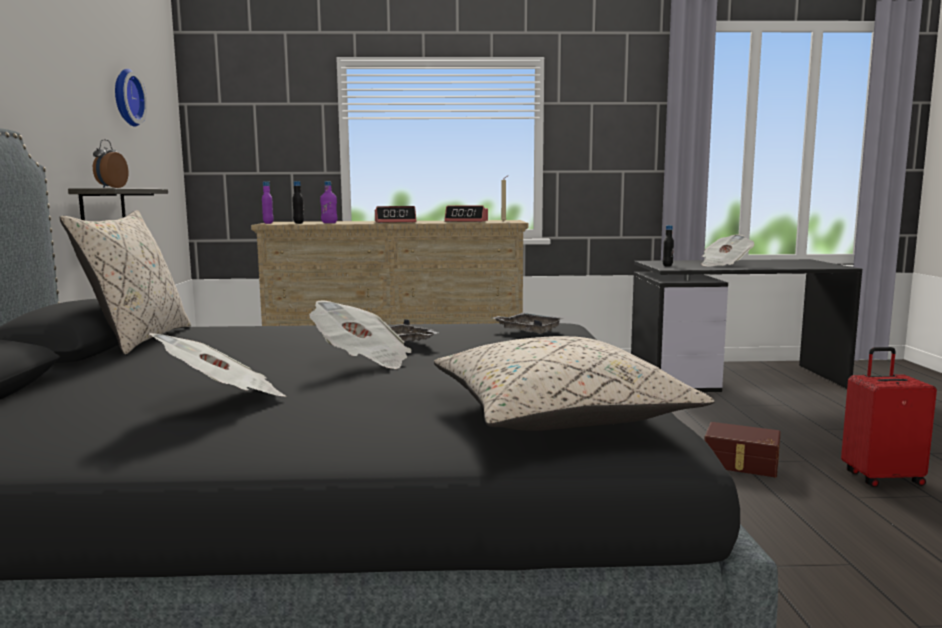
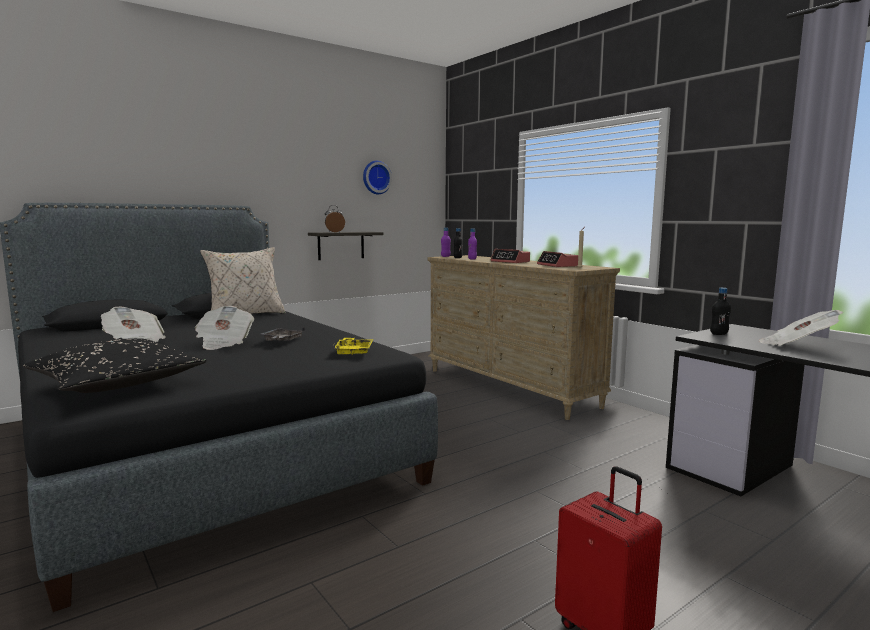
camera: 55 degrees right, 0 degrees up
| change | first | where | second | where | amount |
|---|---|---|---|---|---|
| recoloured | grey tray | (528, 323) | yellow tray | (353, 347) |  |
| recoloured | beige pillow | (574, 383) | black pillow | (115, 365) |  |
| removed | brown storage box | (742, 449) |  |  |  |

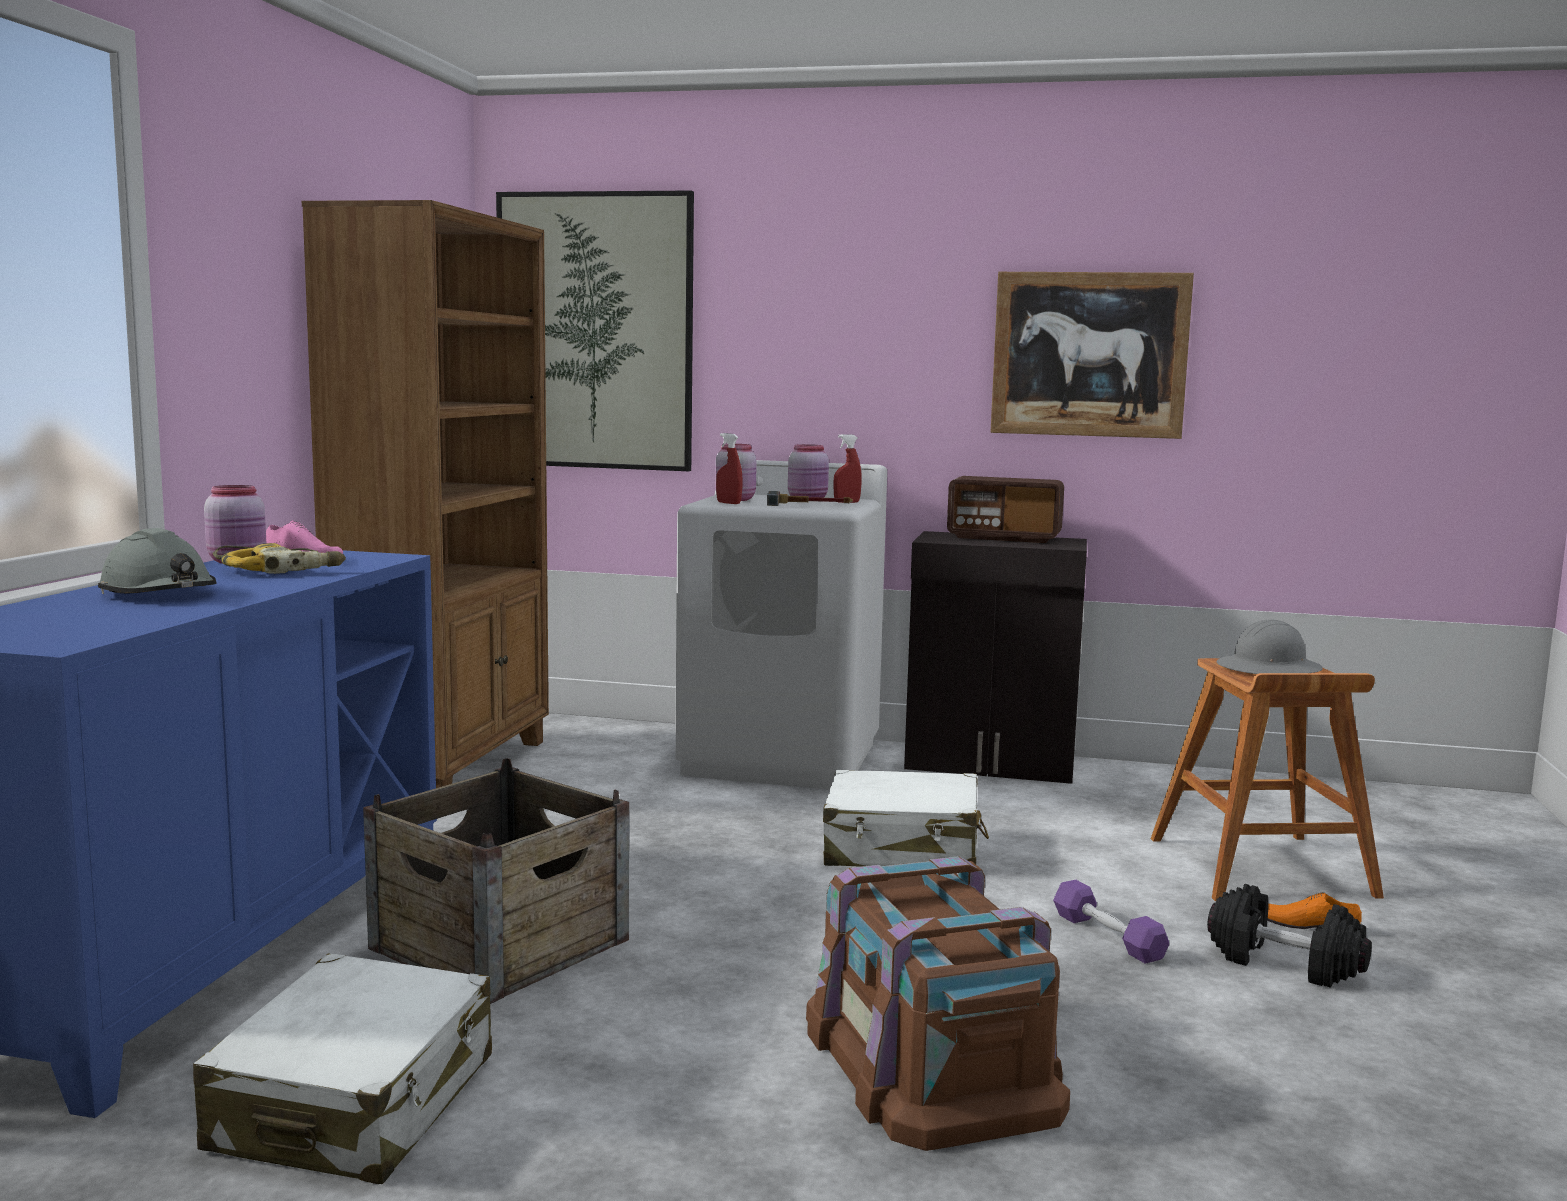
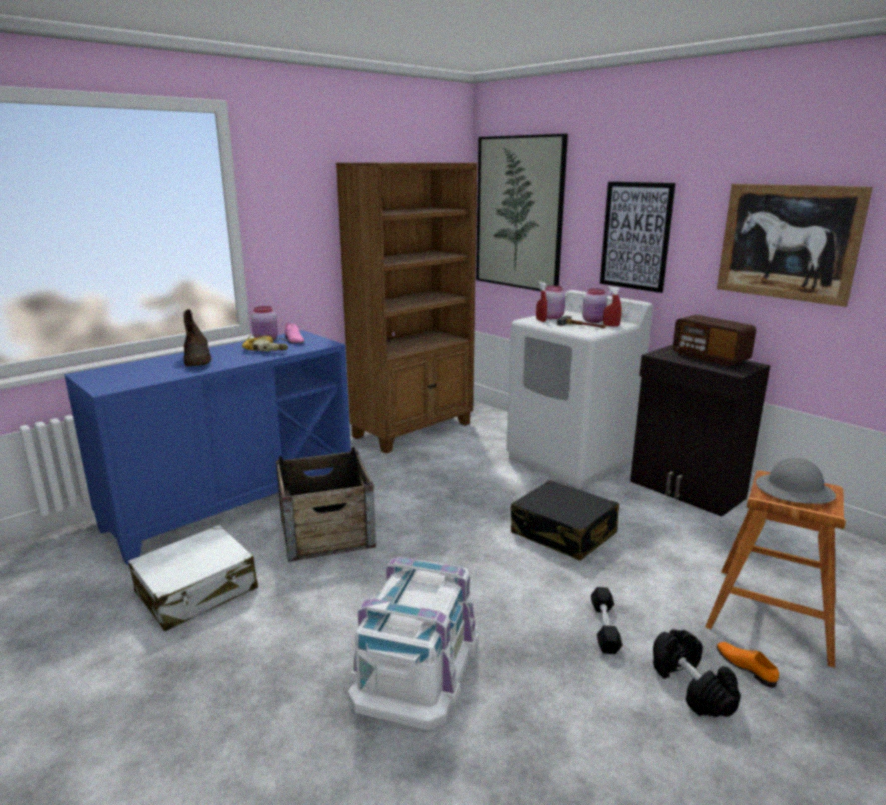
camera: 35 degrees right, 10 degrees up
| change | first | where | second | where | amount |
|---|---|---|---|---|---|
| replaced | grey hard hat | (157, 561) | brown boot | (197, 338) |  |
| recoloured | white suitcase | (906, 818) | black suitcase | (565, 520) |  |
| recoloured | brown storage box | (938, 1003) | white storage box | (413, 643) |  |
| recoloured | purple dumbbell | (1111, 921) | black dumbbell | (607, 620) |  |
| added |  |  | picture | (637, 237) |  |

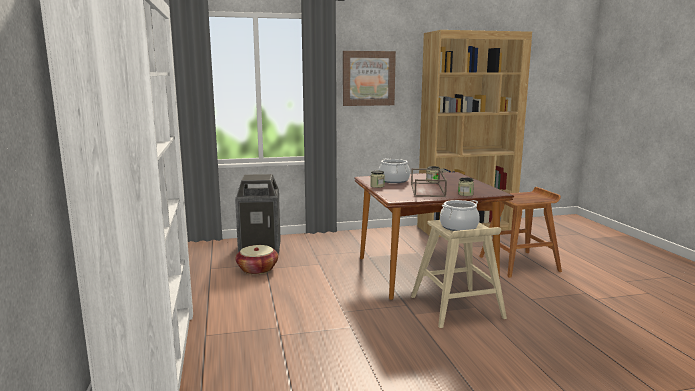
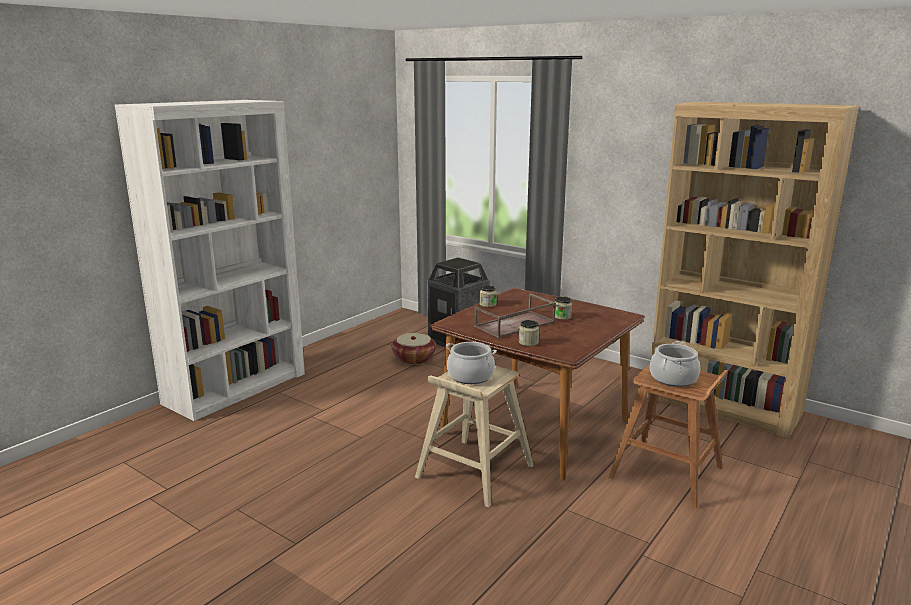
camera: 50 degrees right, 5 degrees up
| change | first | where | second | where | amount |
|---|---|---|---|---|---|
| removed | picture | (369, 78) |  |  |  |
| moved | cooking pot | (394, 170) |  | (675, 364) |  |

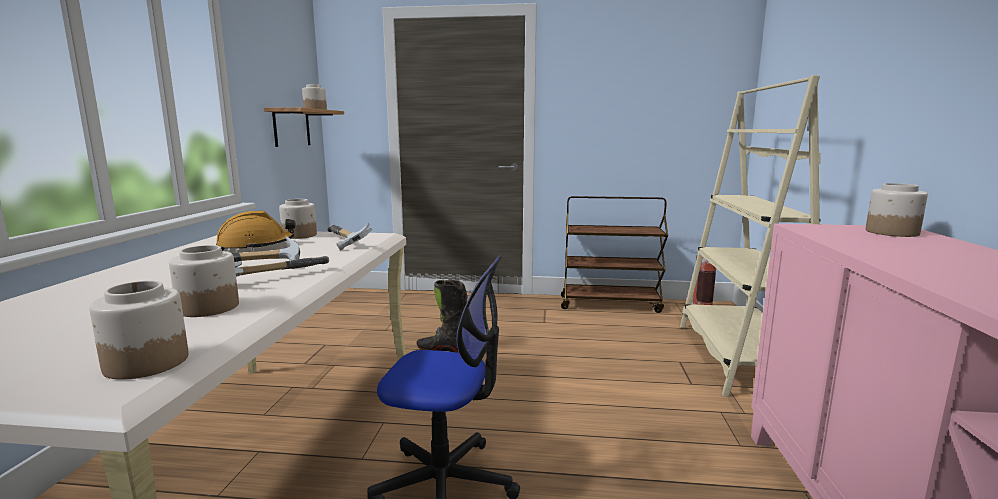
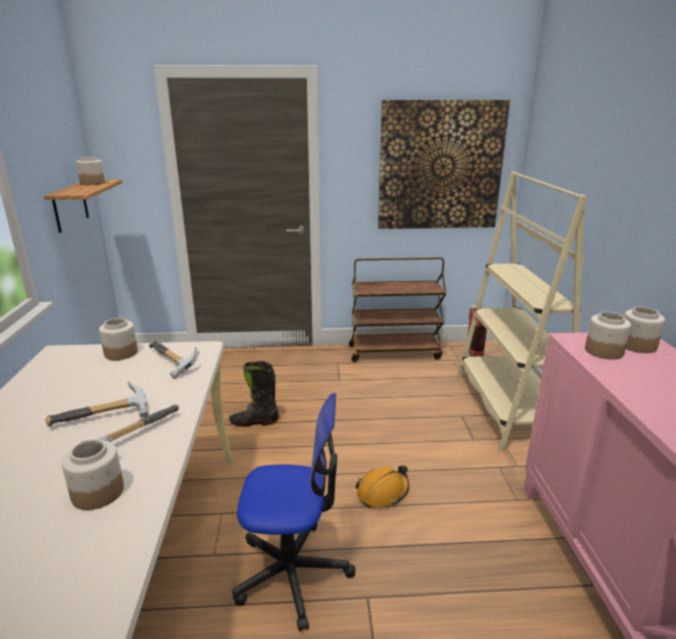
camera: 10 degrees left, 10 degrees up
| change | first | where | second | where | amount |
|---|---|---|---|---|---|
| moved | orange hard hat | (255, 231) |  | (382, 486) |  |
| moved | jar | (139, 330) |  | (608, 336) |  |
| added |  |  | picture | (444, 164) |  |

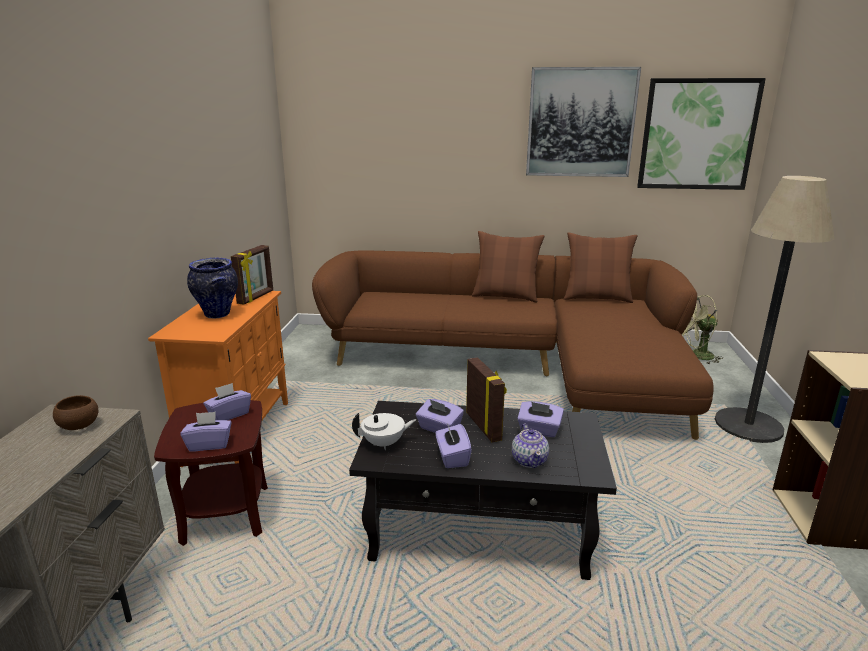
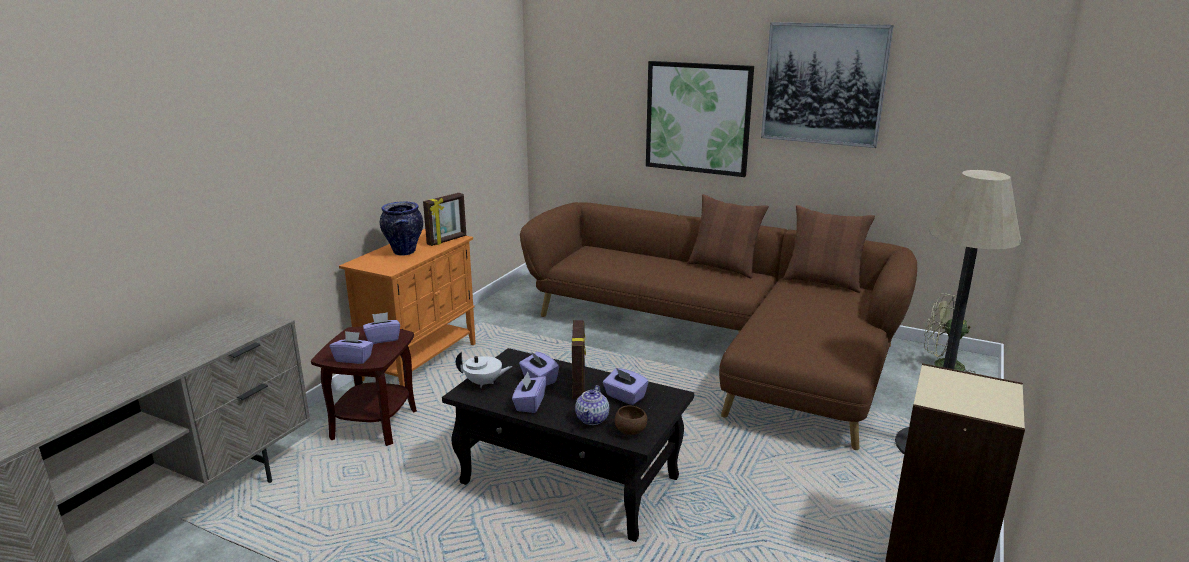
camera: 20 degrees right, 0 degrees up
| change | first | where | second | where | amount |
|---|---|---|---|---|---|
| moved | picture | (701, 134) |  | (700, 119) |  |
| moved | brown bowl | (75, 412) |  | (631, 420) |  |

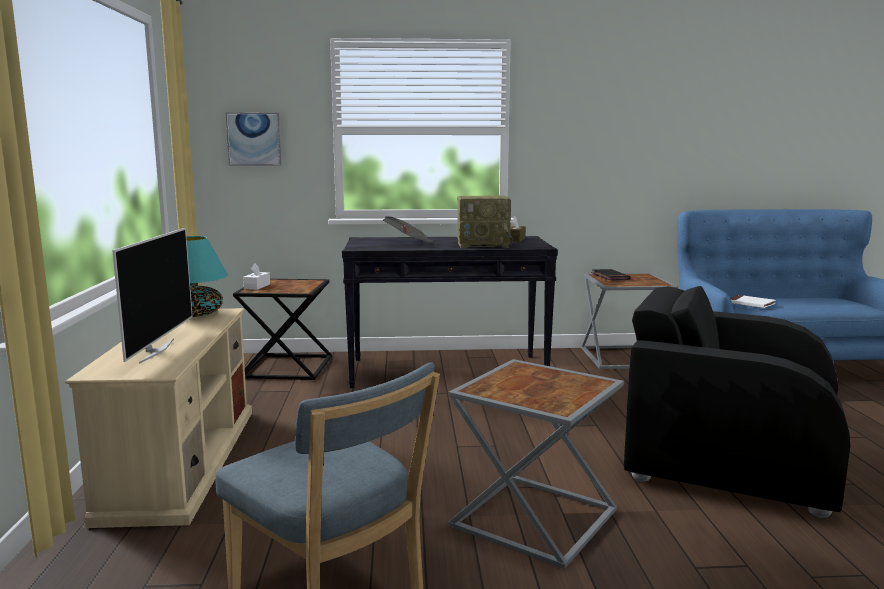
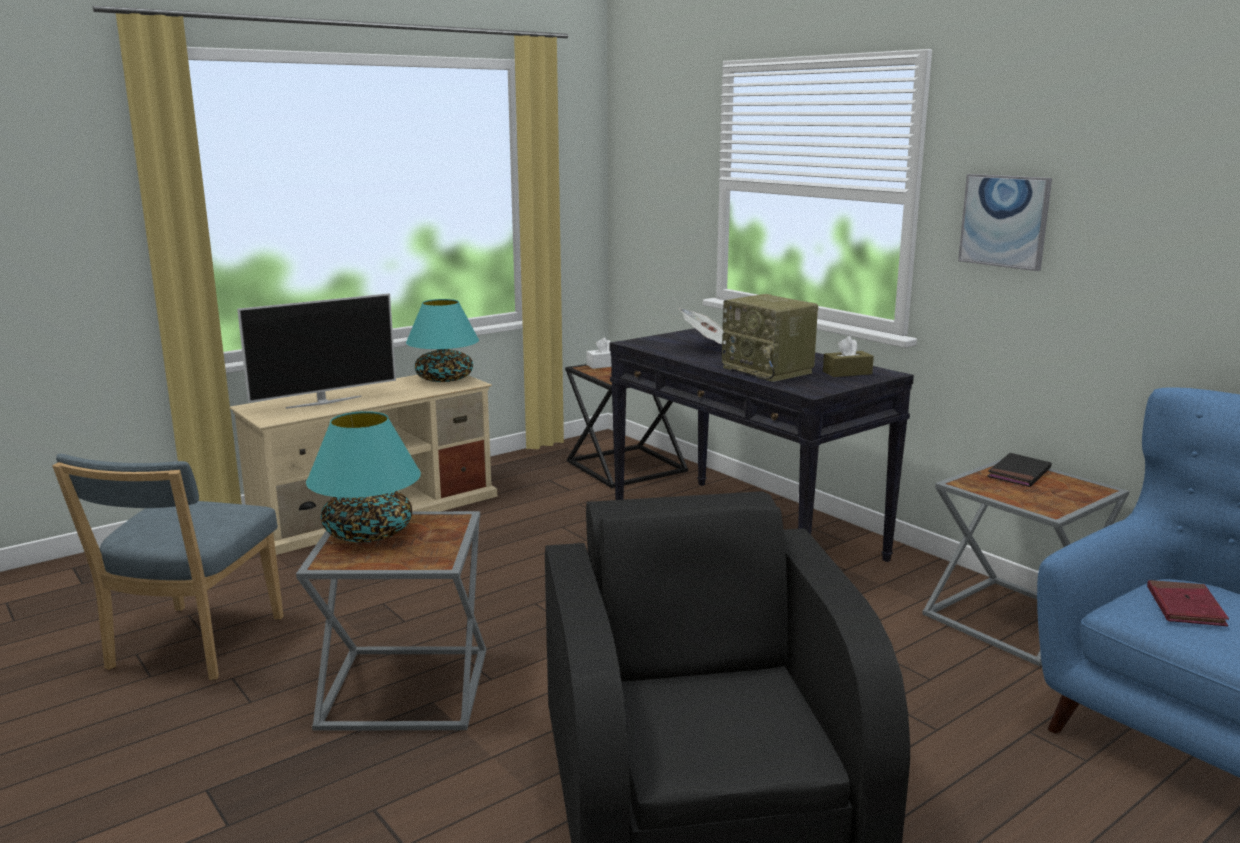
camera: 55 degrees right, 5 degrees up
| change | first | where | second | where | amount |
|---|---|---|---|---|---|
| moved | picture | (254, 139) |  | (1005, 222) |  |
| recoloured | white book | (753, 301) | red book | (1188, 603) |  |
| added |  |  | turquoise table lamp | (363, 476) |  |

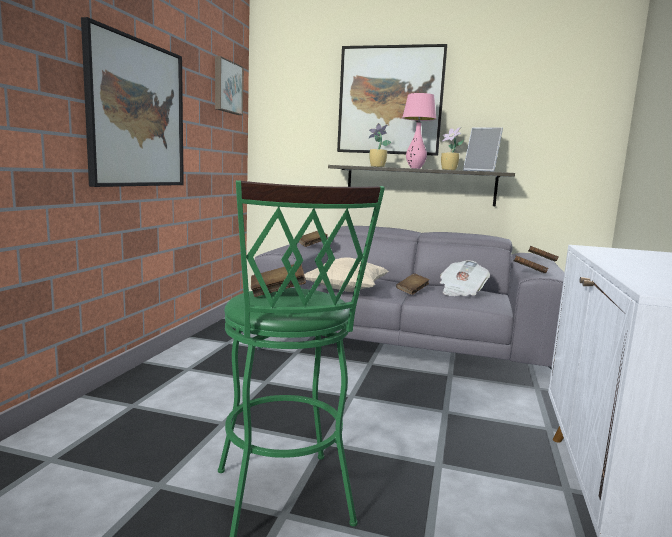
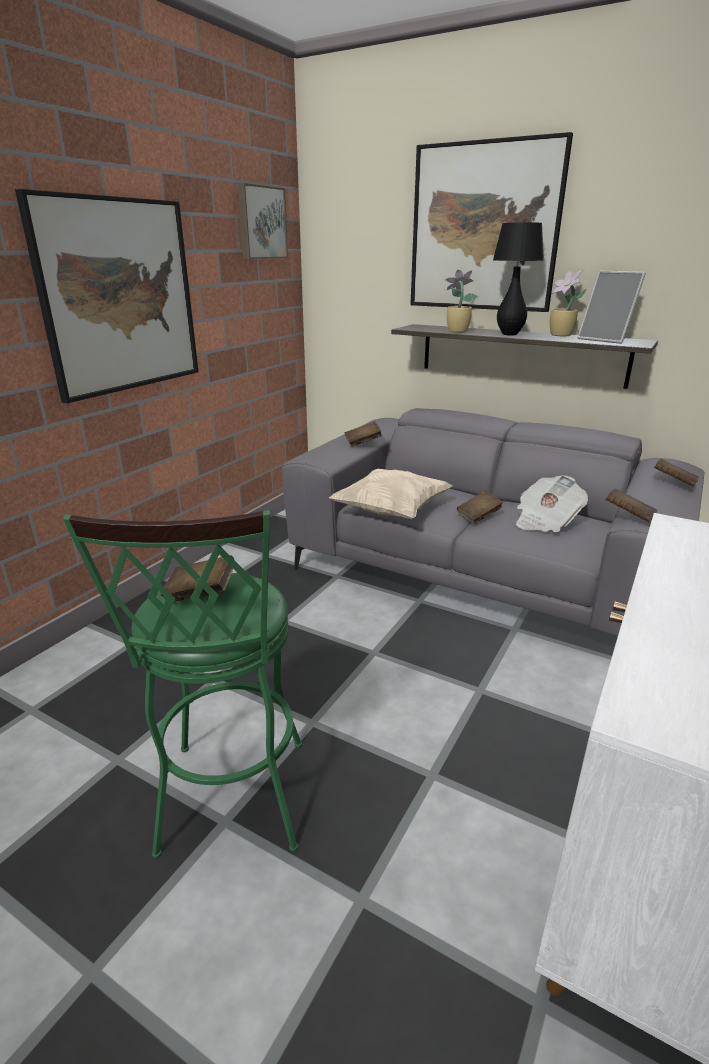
camera: 15 degrees right, 15 degrees up
| change | first | where | second | where | amount |
|---|---|---|---|---|---|
| recoloured | pink table lamp | (419, 131) | black table lamp | (518, 279) |  |

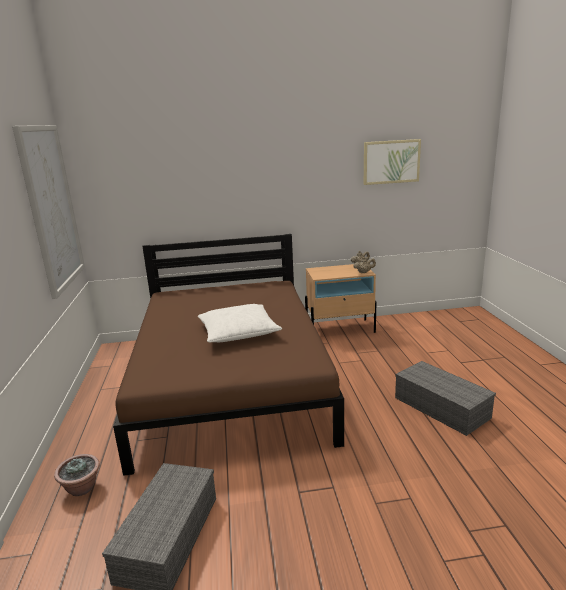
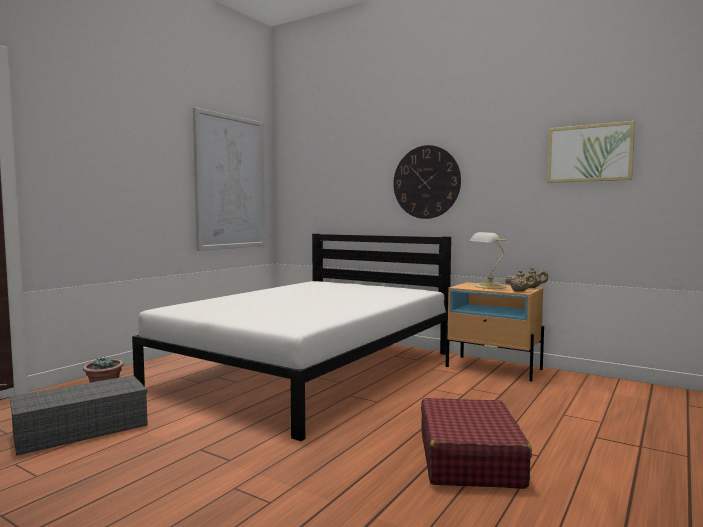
camera: 40 degrees right, 15 degrees down
| change | first | where | second | where | amount |
|---|---|---|---|---|---|
| recoloured | brown bed | (228, 355) | white bed | (291, 337) |  |
| removed | white pillow | (240, 323) |  |  |  |
| replaced | grey storage box | (445, 398) | red suitcase | (476, 443) |  |
| added |  |  | wall clock | (427, 182) |  |
| added |  |  | table lamp | (488, 260) |  |

